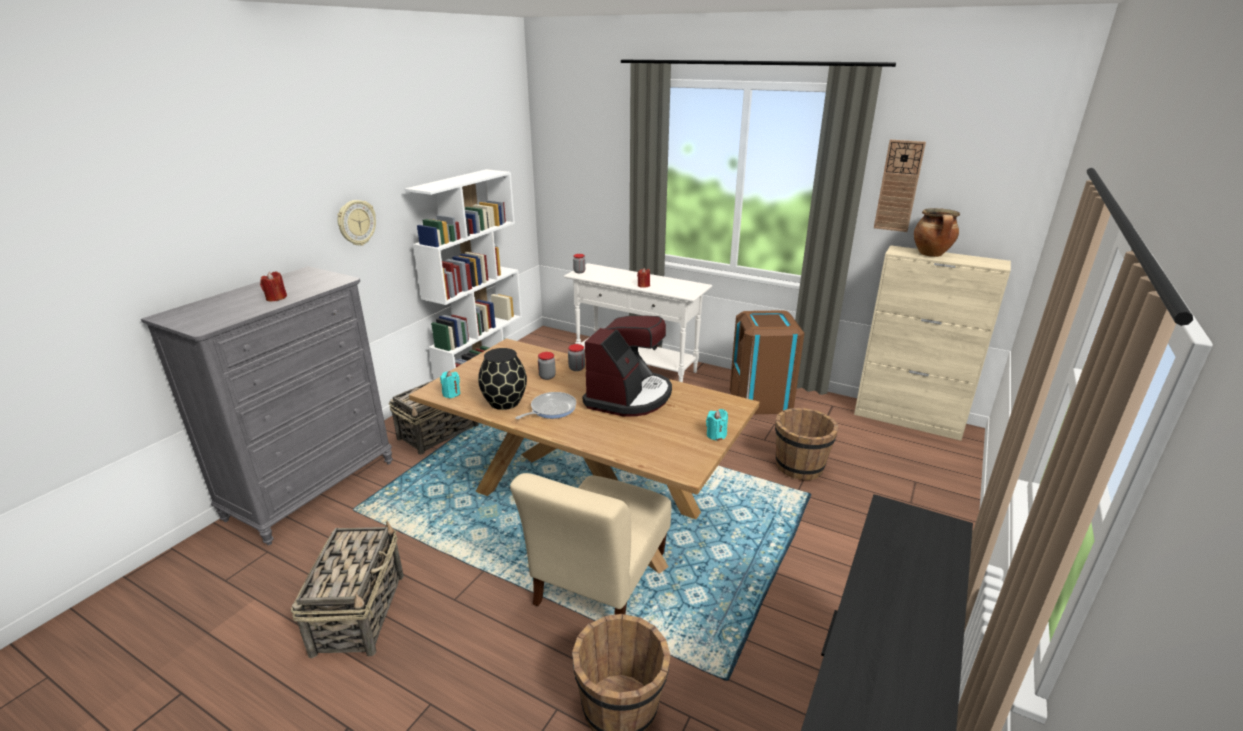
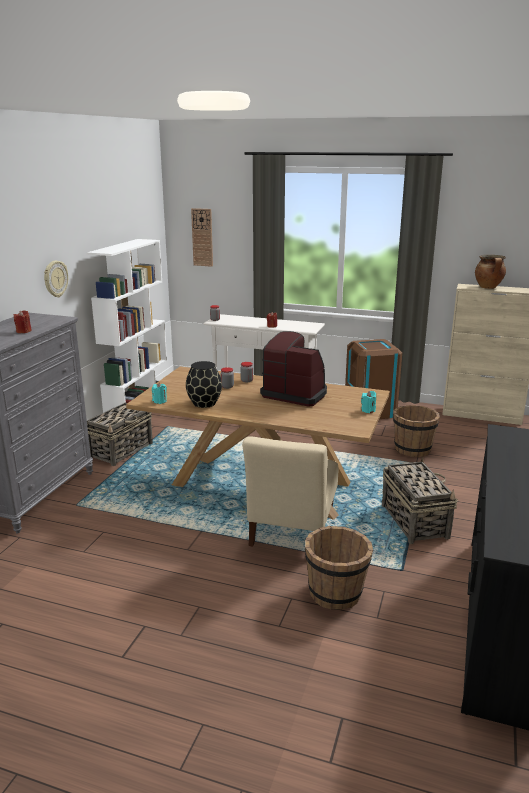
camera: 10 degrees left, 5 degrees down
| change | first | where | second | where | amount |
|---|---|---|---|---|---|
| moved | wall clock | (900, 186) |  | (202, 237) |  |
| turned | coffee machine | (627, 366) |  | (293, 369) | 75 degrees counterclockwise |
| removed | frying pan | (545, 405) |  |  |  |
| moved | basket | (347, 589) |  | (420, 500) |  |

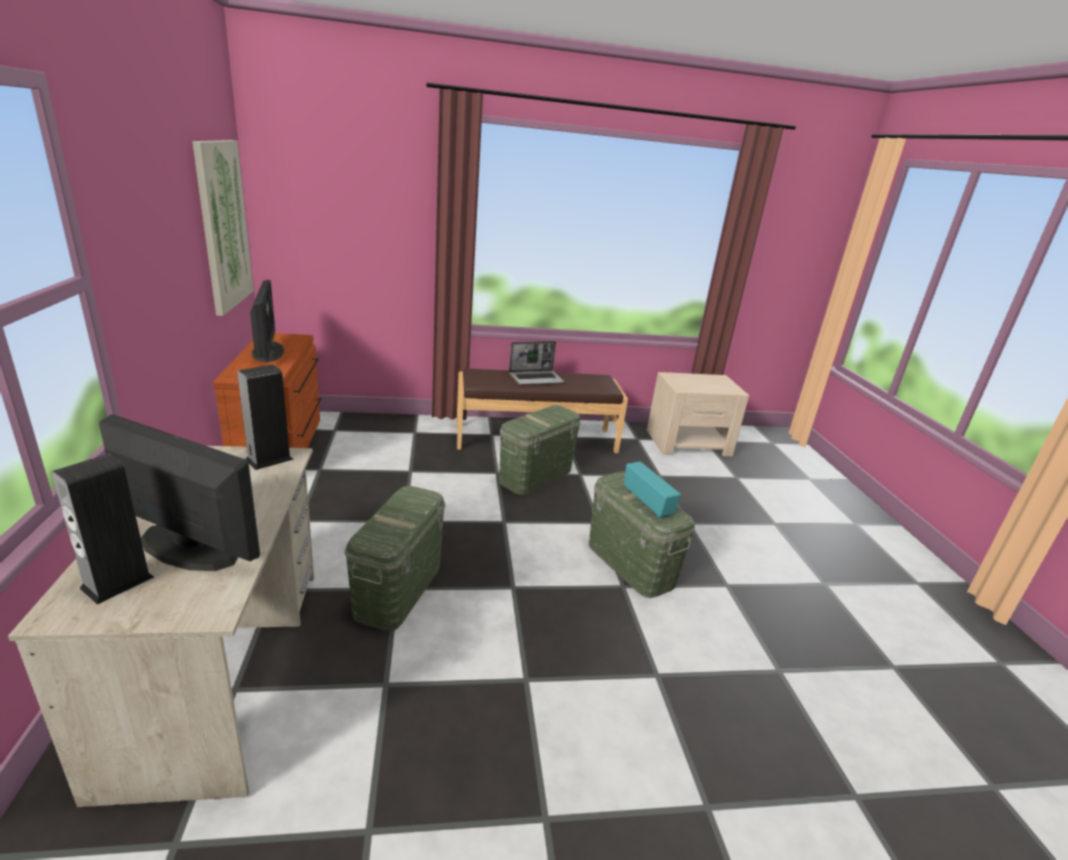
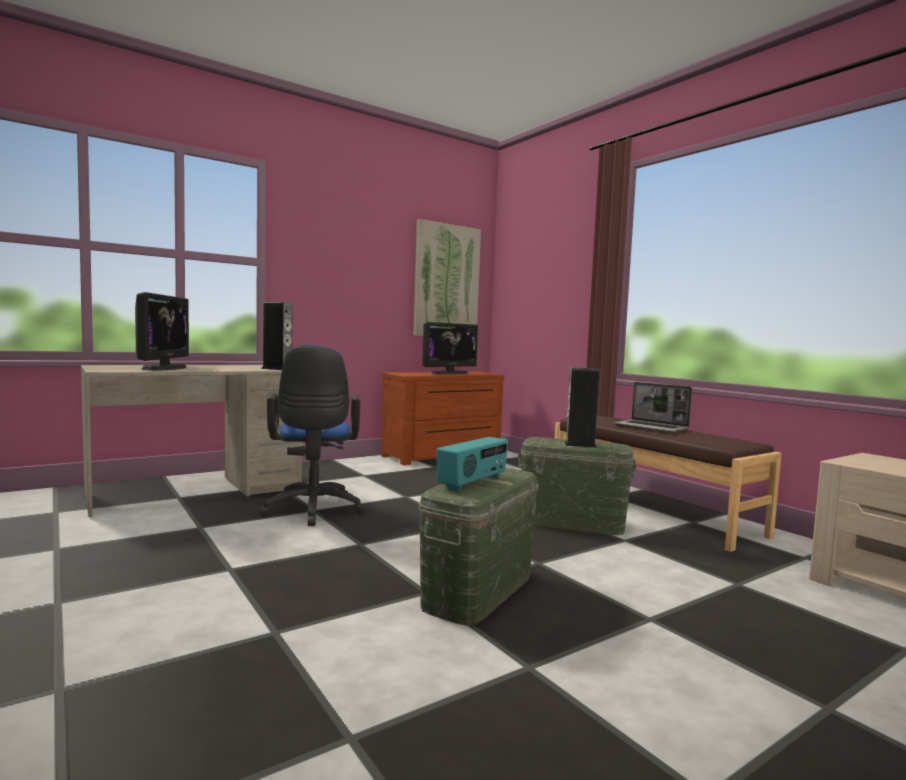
camera: 65 degrees right, 20 degrees down
| change | first | where | second | where | amount |
|---|---|---|---|---|---|
| moved | speaker | (102, 529) |  | (581, 407) |  |
| replaced | green storage box | (395, 558) | blue office chair | (312, 435) |  |

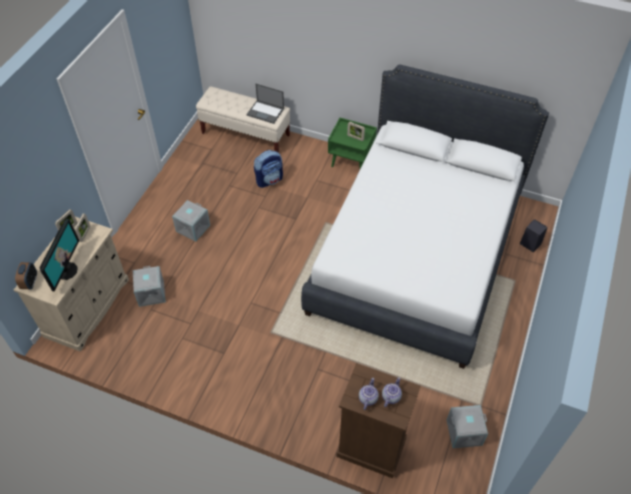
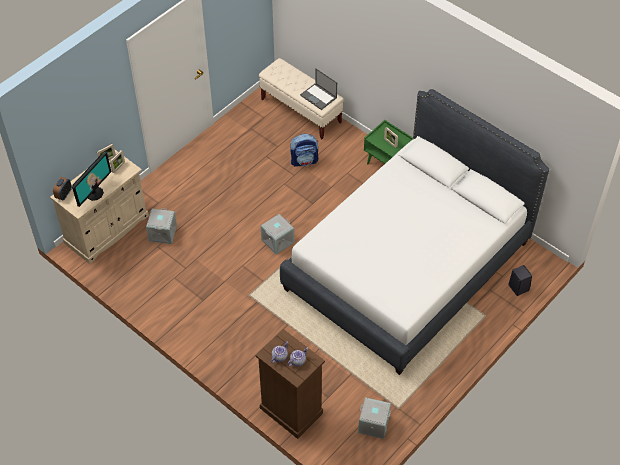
camera: 20 degrees right, 0 degrees up
| change | first | where | second | where | amount |
|---|---|---|---|---|---|
| moved | grey storage box | (191, 221) |  | (277, 234) |  |

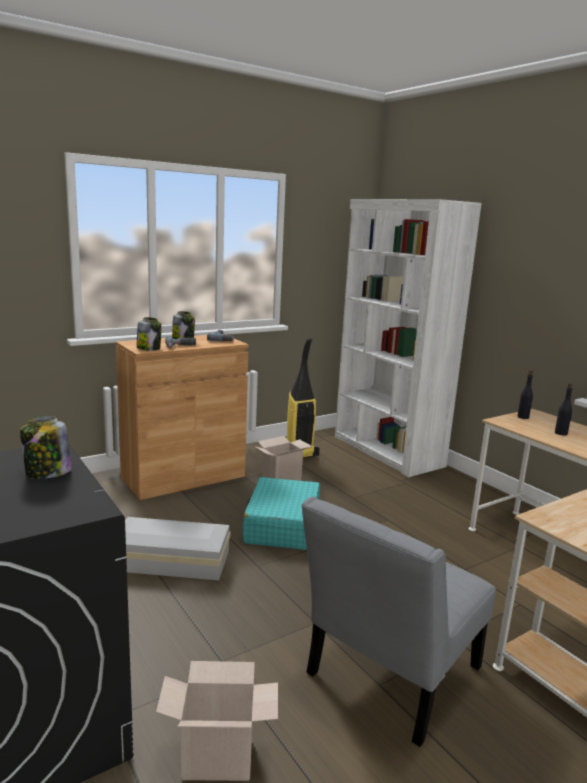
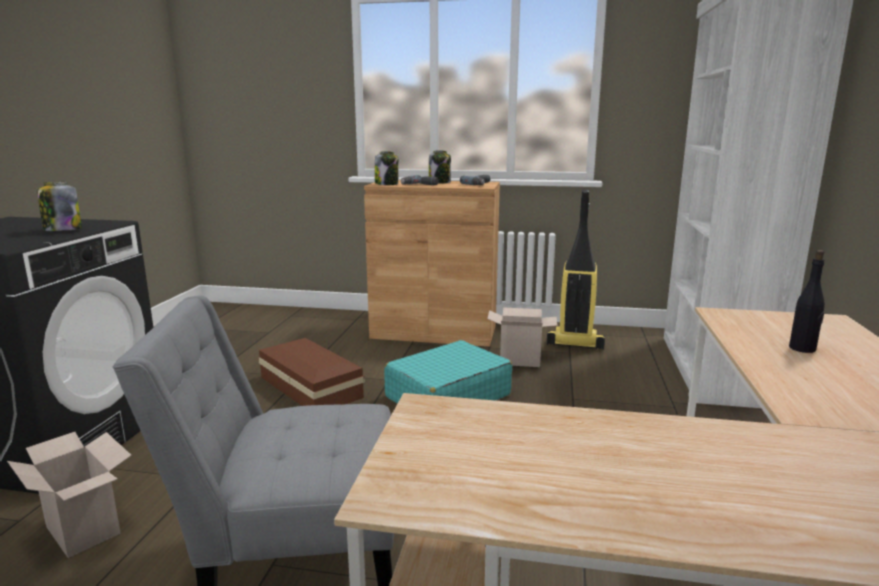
camera: 45 degrees right, 0 degrees up
| change | first | where | second | where | amount |
|---|---|---|---|---|---|
| removed | black bottle | (525, 394) |  |  |  |
| recoloured | white storage box | (177, 548) | brown storage box | (311, 372) |  |

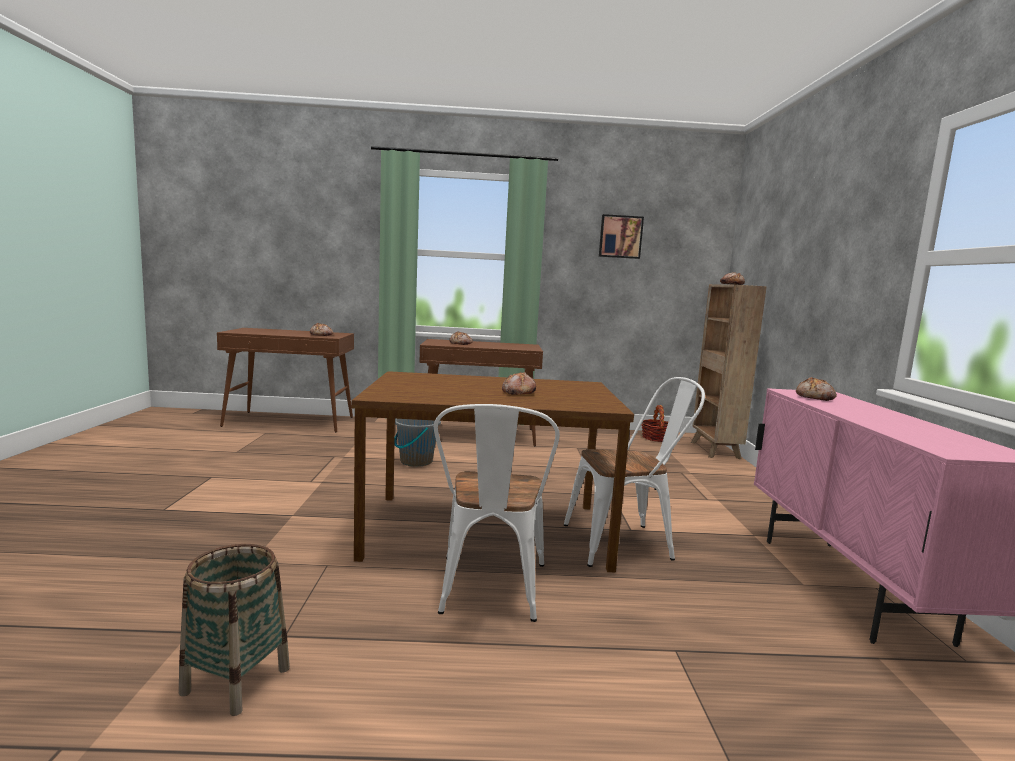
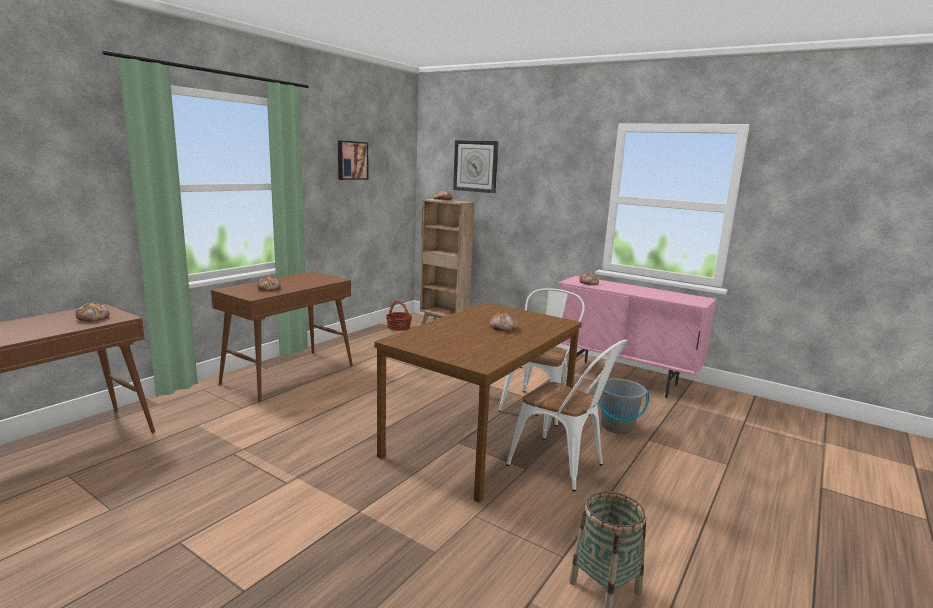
camera: 55 degrees left, 5 degrees up
| change | first | where | second | where | amount |
|---|---|---|---|---|---|
| moved | grey bucket | (417, 443) |  | (622, 406) |  |
| added |  |  | wall clock | (476, 166) |  |

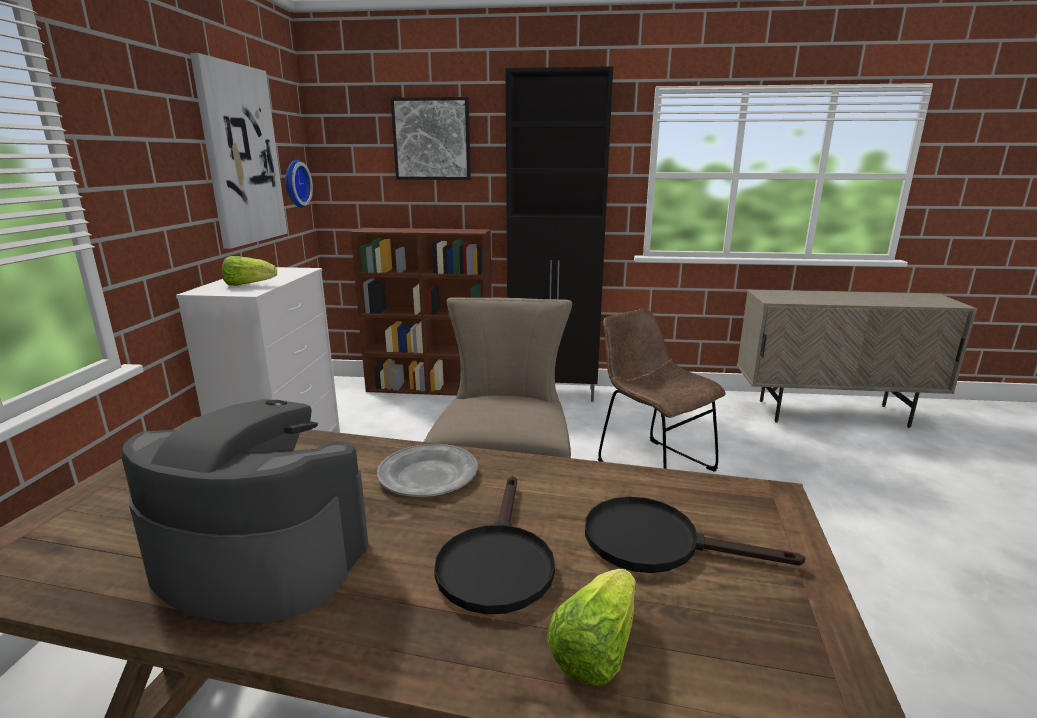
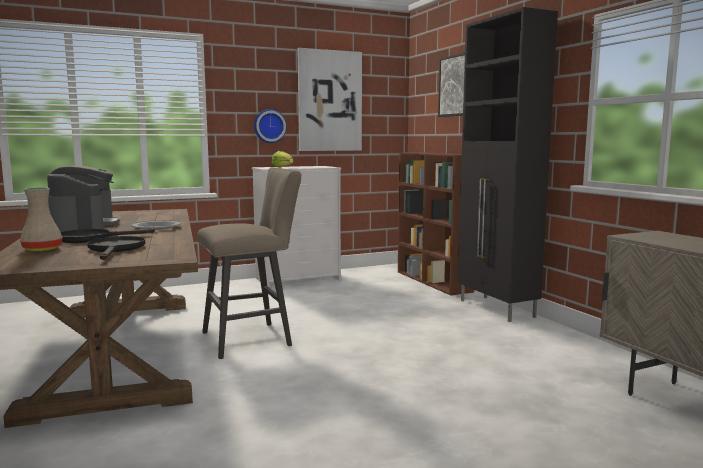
camera: 60 degrees right, 10 degrees down
| change | first | where | second | where | amount |
|---|---|---|---|---|---|
| moved | wall clock | (299, 184) |  | (270, 126) |  |
| removed | brown chair | (662, 390) |  |  |  |
| replaced | lettuce | (591, 628) | beige vase | (41, 219) |  |

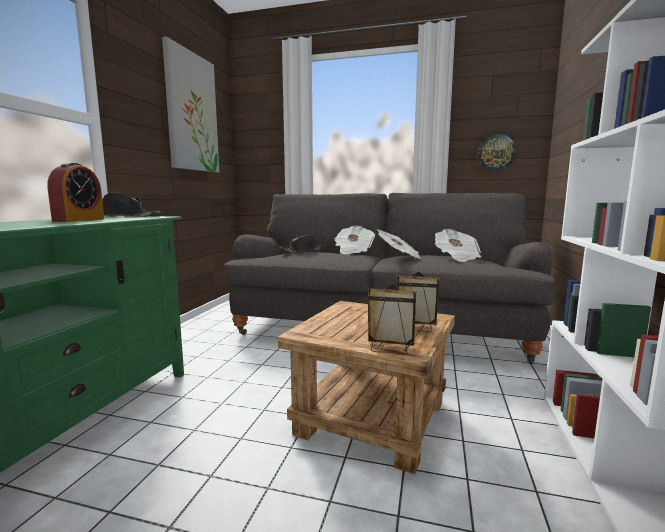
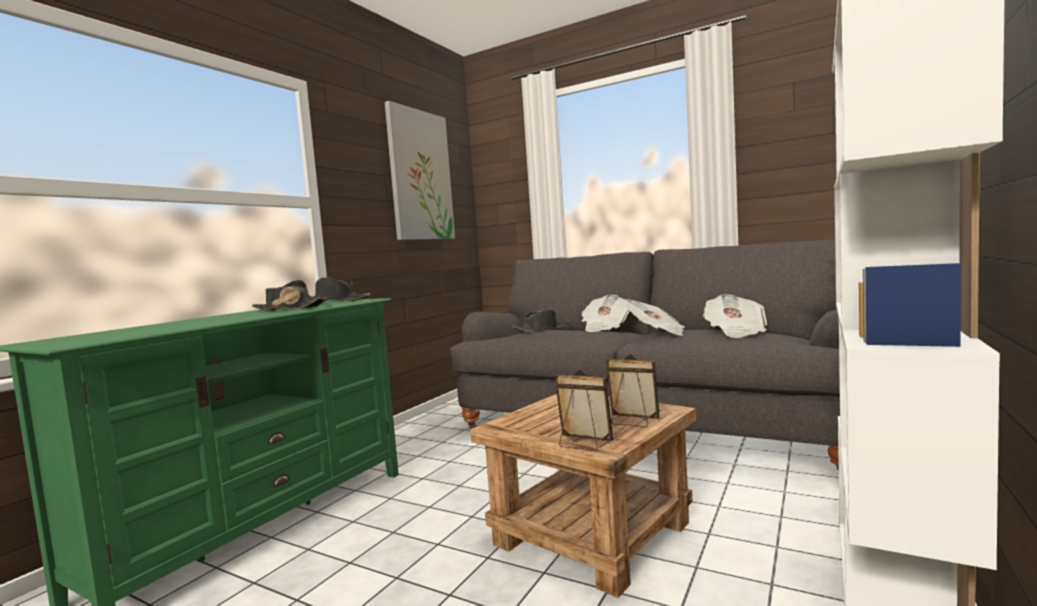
camera: 15 degrees right, 5 degrees down
| change | first | where | second | where | amount |
|---|---|---|---|---|---|
| removed | wall clock | (496, 152) |  |  |  |
| replaced | alarm clock | (75, 192) | black hat | (289, 295) |  |

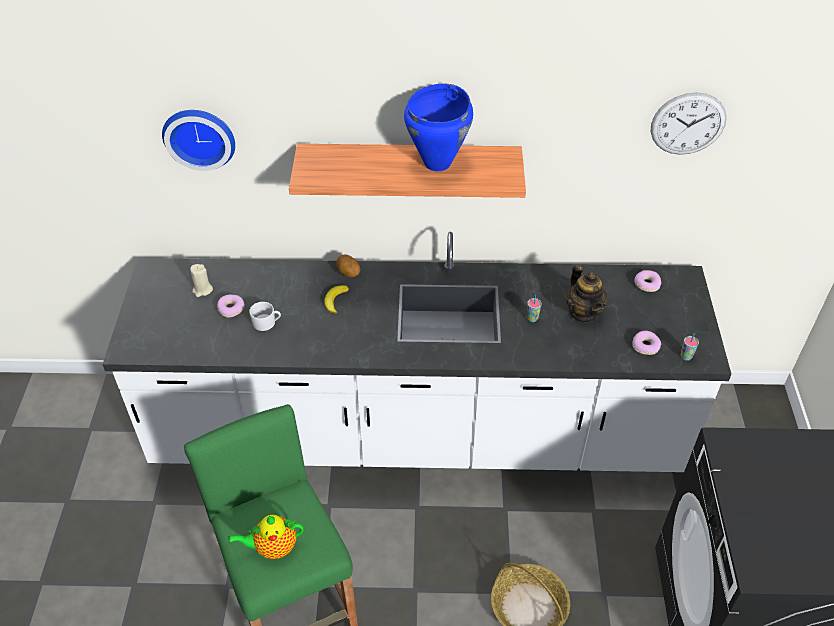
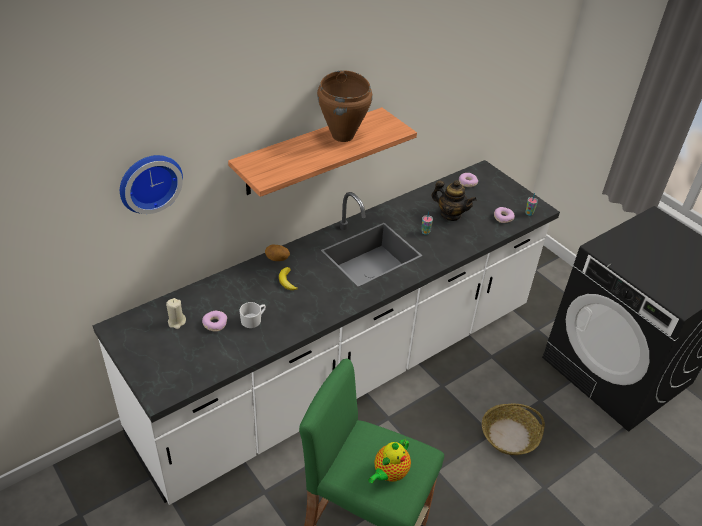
camera: 40 degrees left, 5 degrees down
| change | first | where | second | where | amount |
|---|---|---|---|---|---|
| recoloured | blue cooking pot | (438, 127) | brown cooking pot | (345, 106) |  |
| removed | wall clock | (689, 123) |  |  |  |

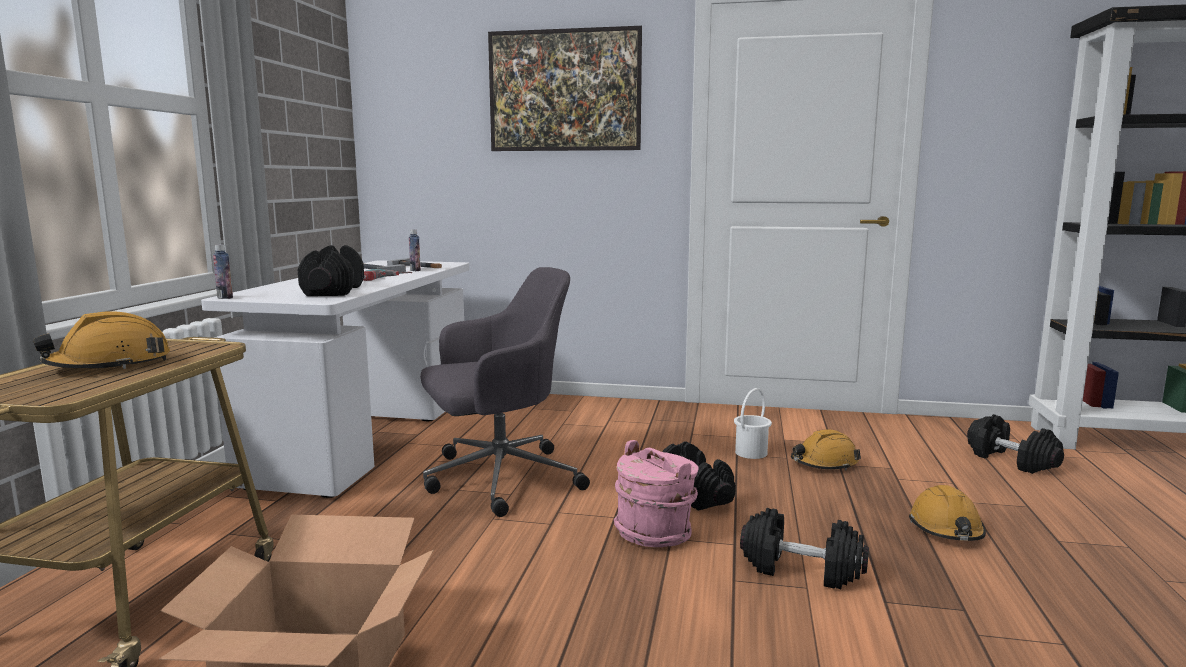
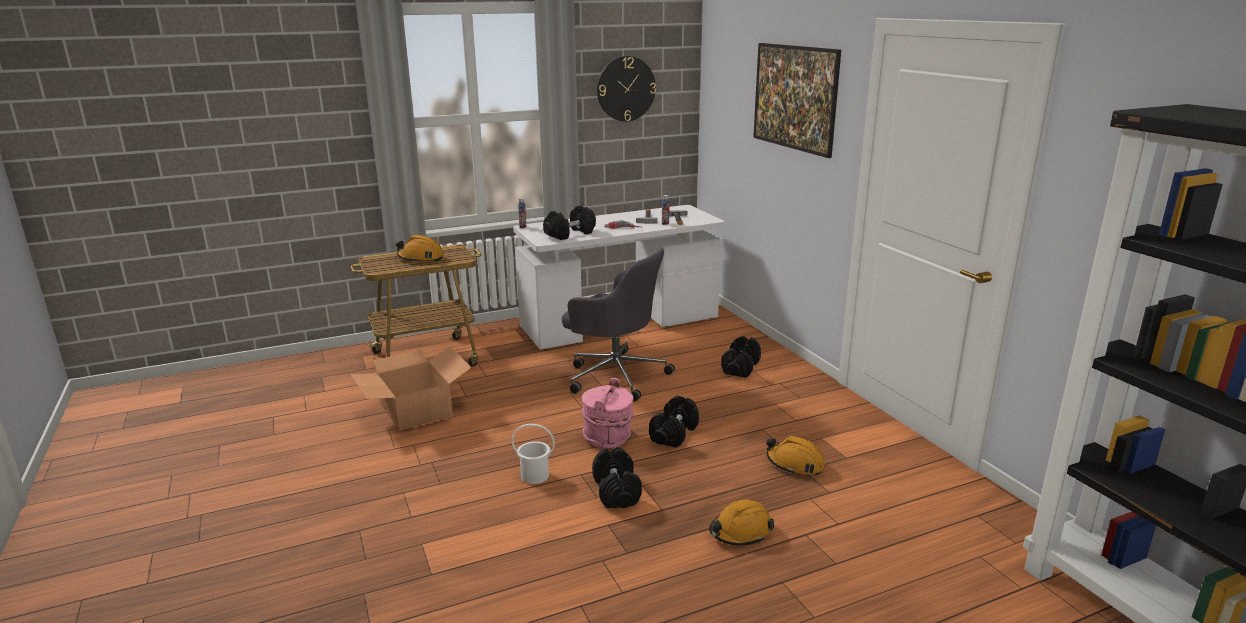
camera: 55 degrees right, 10 degrees up
| change | first | where | second | where | amount |
|---|---|---|---|---|---|
| moved | white bucket | (753, 423) |  | (533, 454) |  |
| moved | black dumbbell | (1015, 444) |  | (741, 357) |  |
| added |  |  | wall clock | (626, 89) |  |

